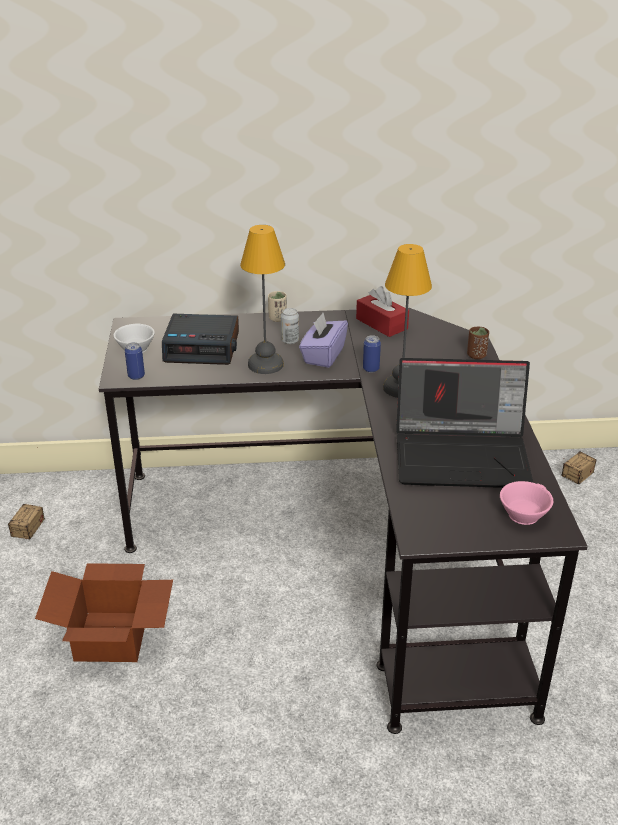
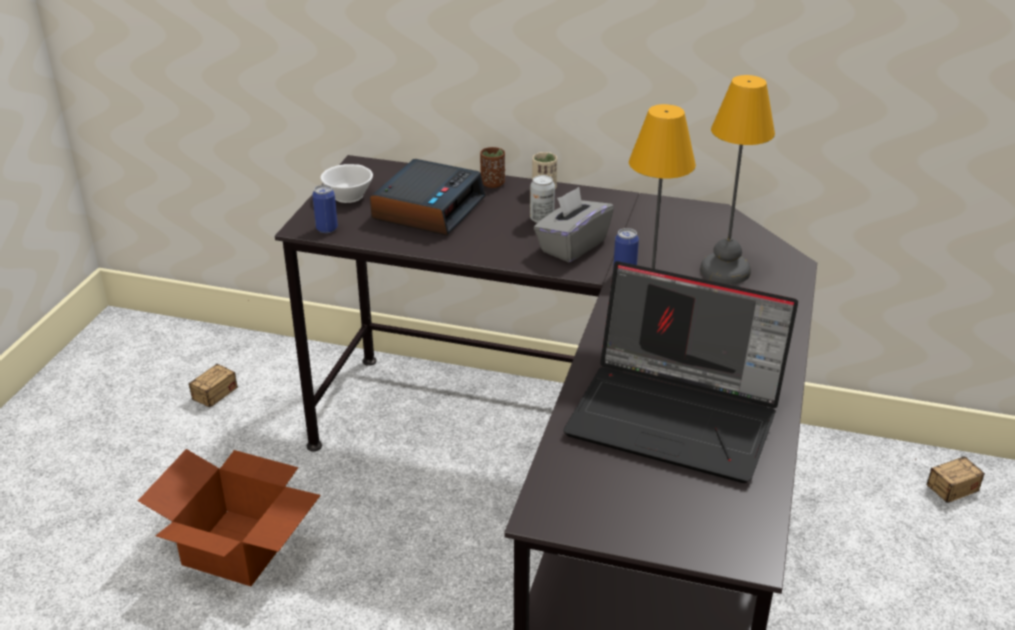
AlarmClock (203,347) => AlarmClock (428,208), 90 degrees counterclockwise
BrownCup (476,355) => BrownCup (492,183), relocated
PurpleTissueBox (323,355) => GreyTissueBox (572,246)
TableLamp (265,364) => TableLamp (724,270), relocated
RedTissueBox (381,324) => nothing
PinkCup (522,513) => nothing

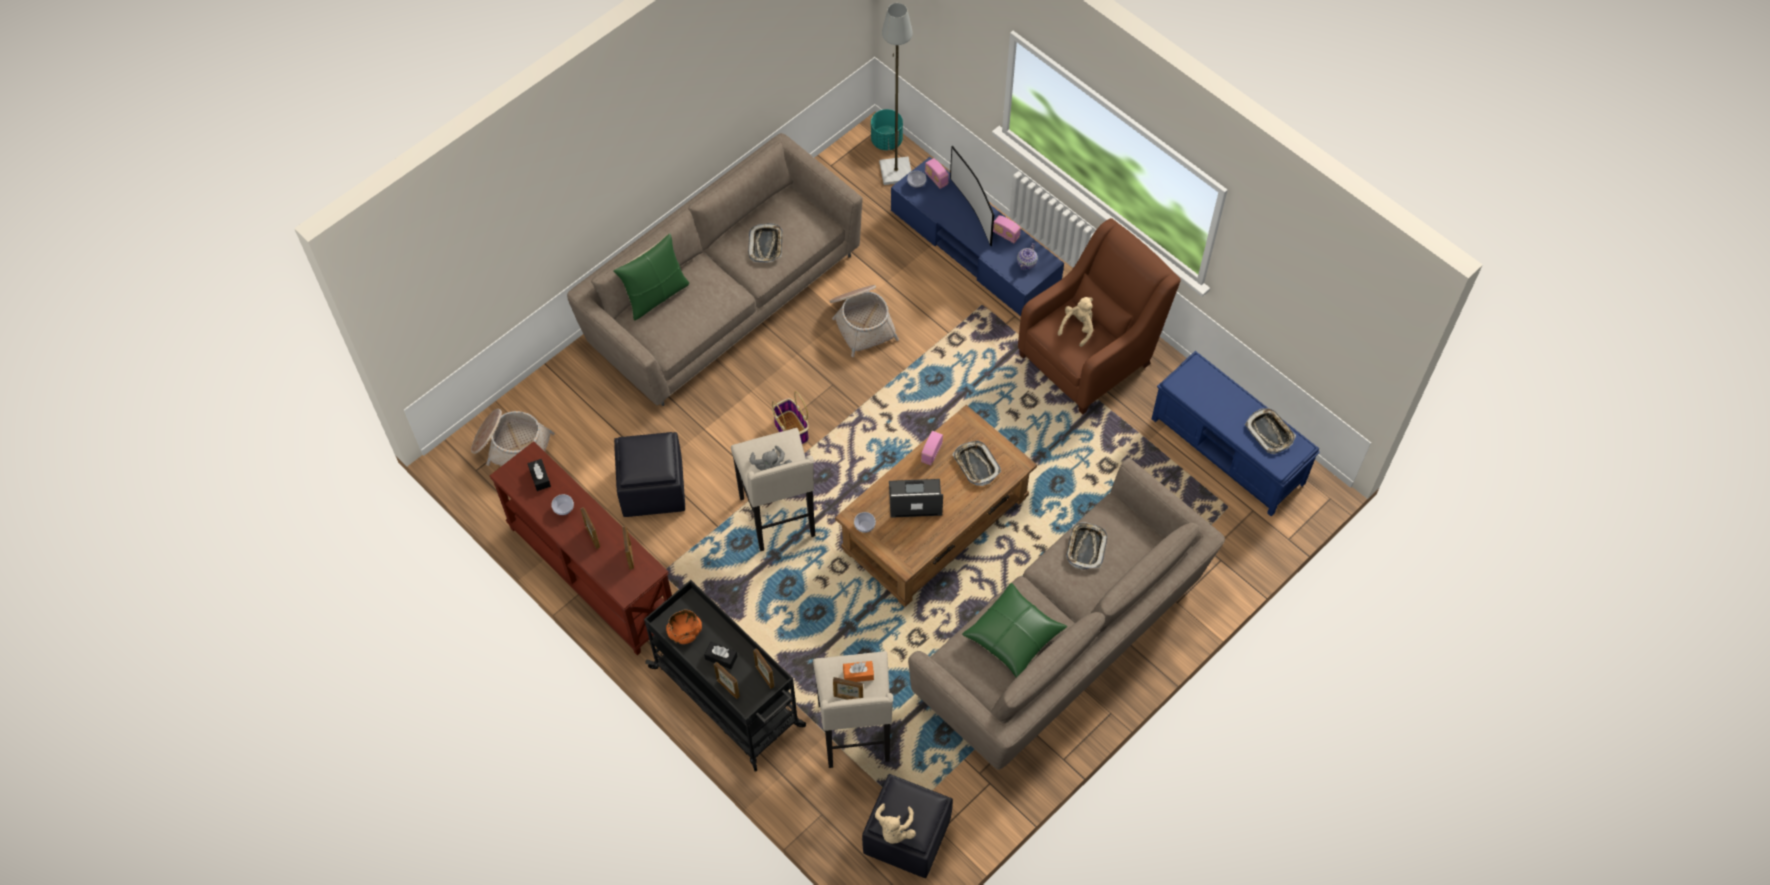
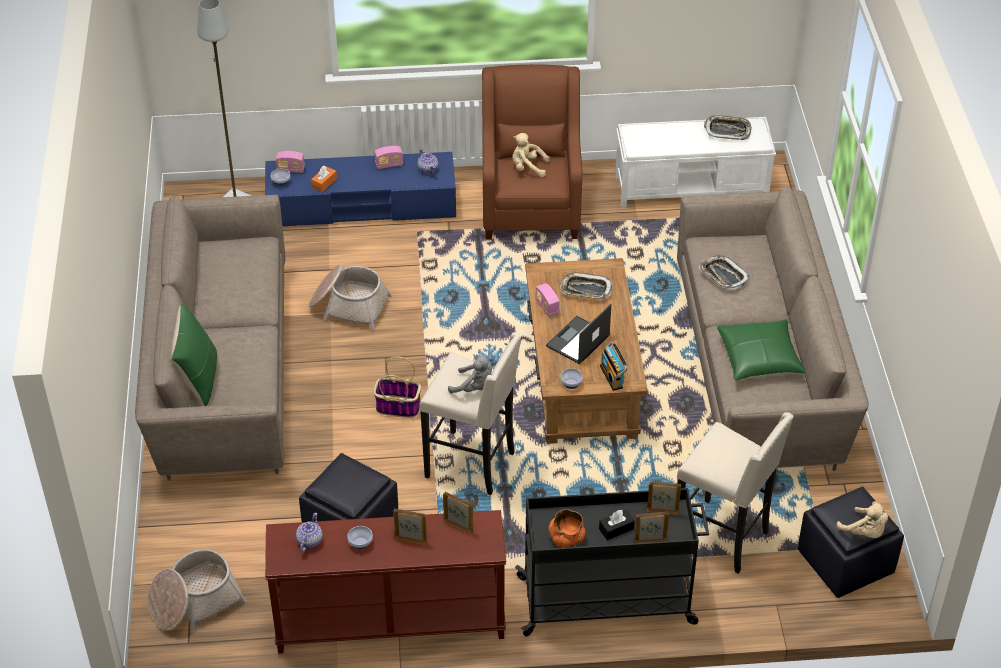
BlackTissueBox (540,477) => Teapot (309,541)
OrangeTissueBox (858,674) => OrangeTissueBox (324,183), relocated
BeigePlushToy (1078,327) => BeigePlushToy (527,167), 60 degrees counterclockwise
nothing => Radio (613,376)
BlueBench (1228,451) => WhiteBench (692,187)
Tray (766,245) => nothing
PictureFrame (848,697) => nothing
TurquoisePlanter (887,141) => nothing
Television (974,210) => nothing

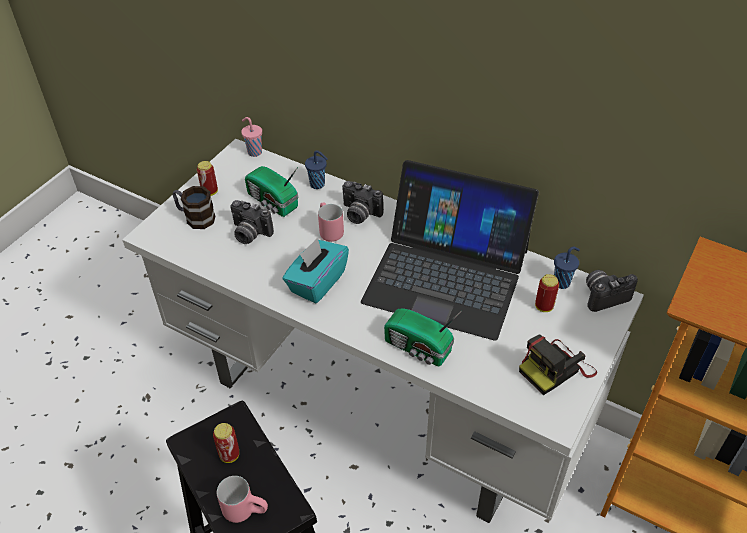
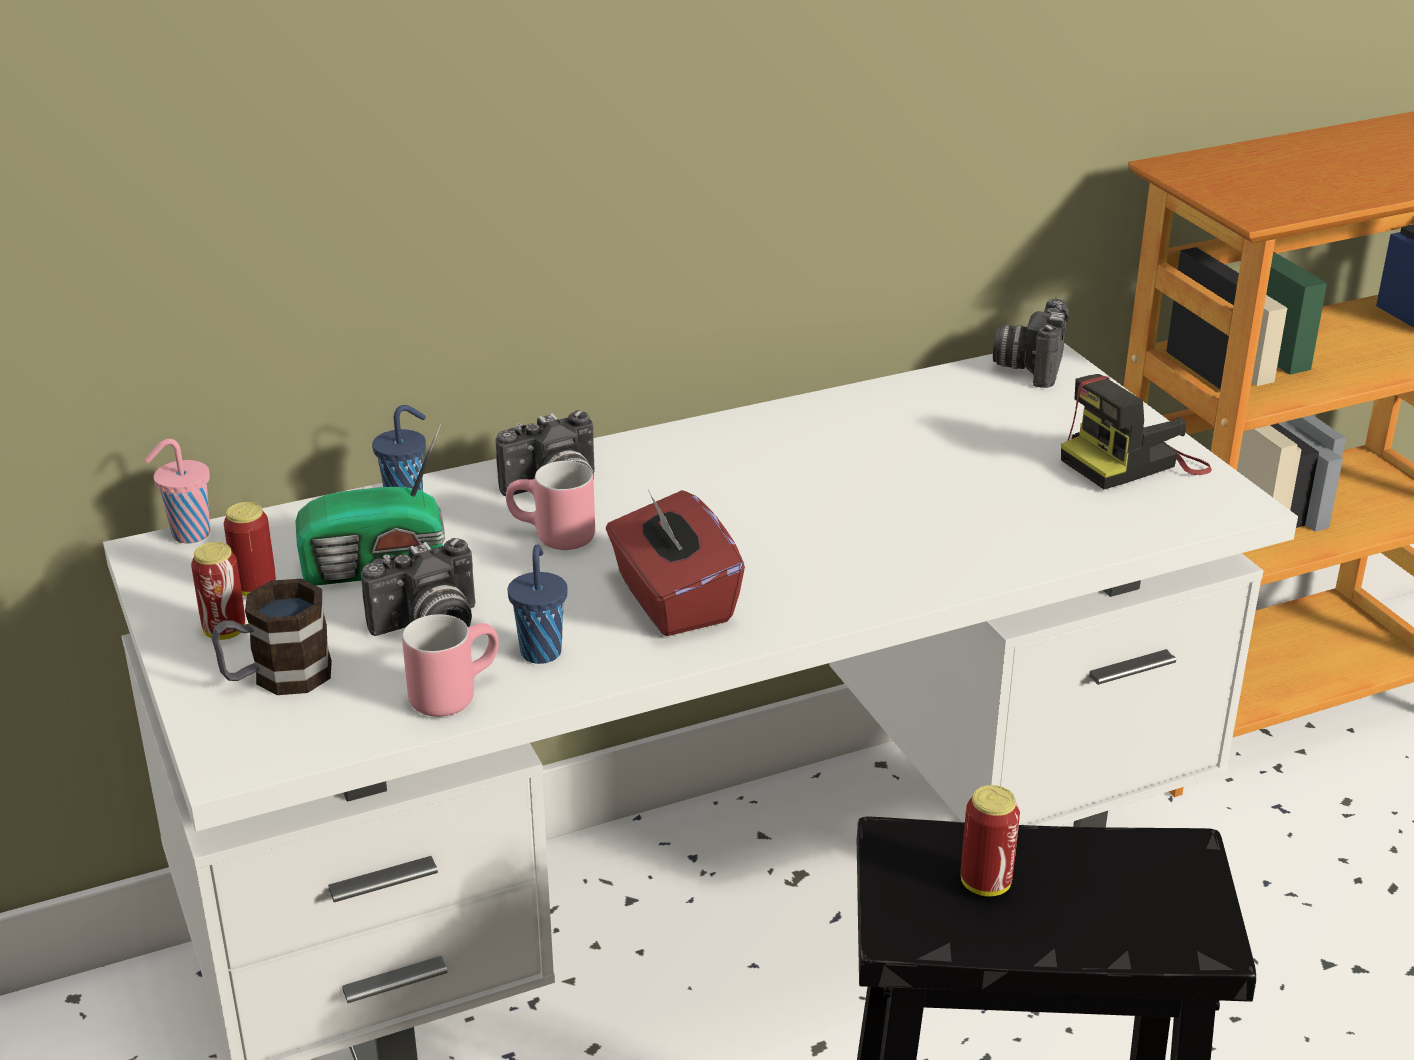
Can (544,307) => Can (255,589), relocated
PinkMug (246,509) => PinkMug (452,692), relocated
BlueCup (562,282) => BlueCup (541,651), relocated
TurquoiseTissueBox (317,282) => RedTissueBox (673,601)
PhotoCamera (556,368) => PhotoCamera (1133,462), 60 degrees clockwise
Laptop (446,275) => nothing
Radio (419,348) => nothing

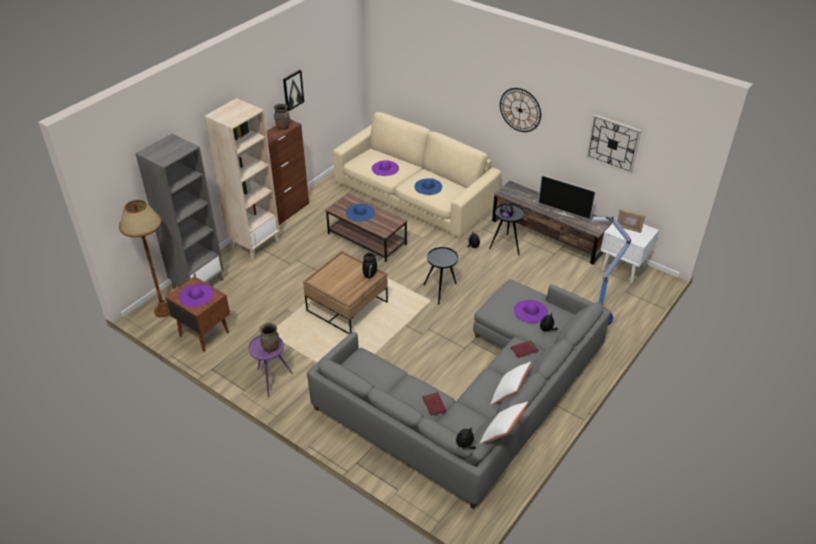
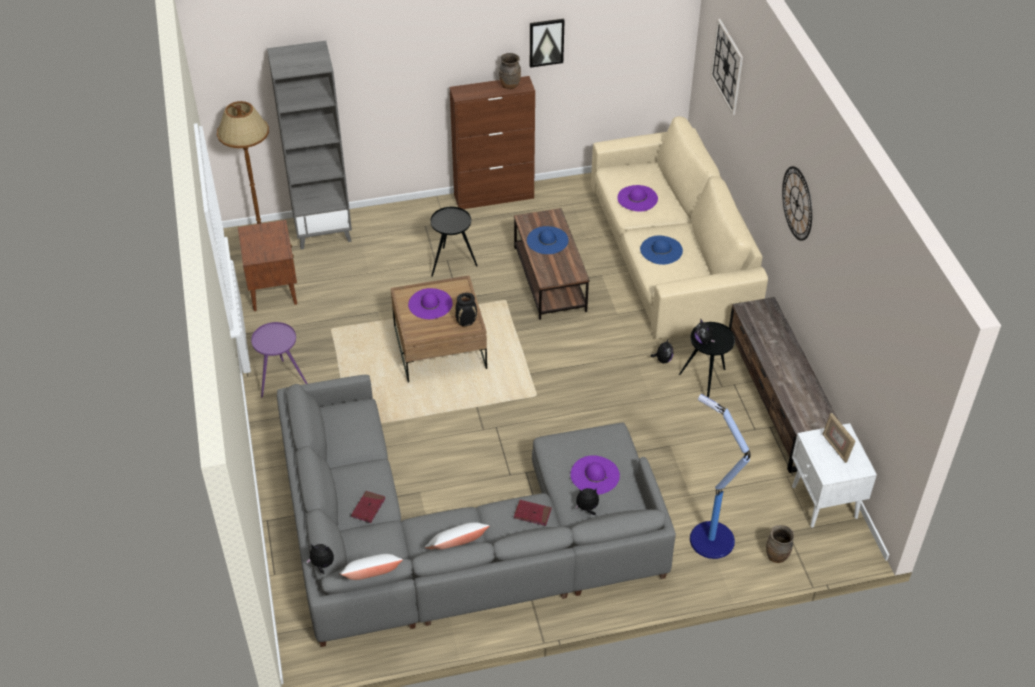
PurpleHat (196,295) => PurpleHat (430,304), relocated
BlackSideTable (441,291) => BlackSideTable (452,264), relocated
WallClock (613,143) => WallClock (727,66), relocated
BrownVase (271,348) => BrownVase (777,556), relocated
BeigeBookcase (255,243) => nothing
Television (564,213) => nothing

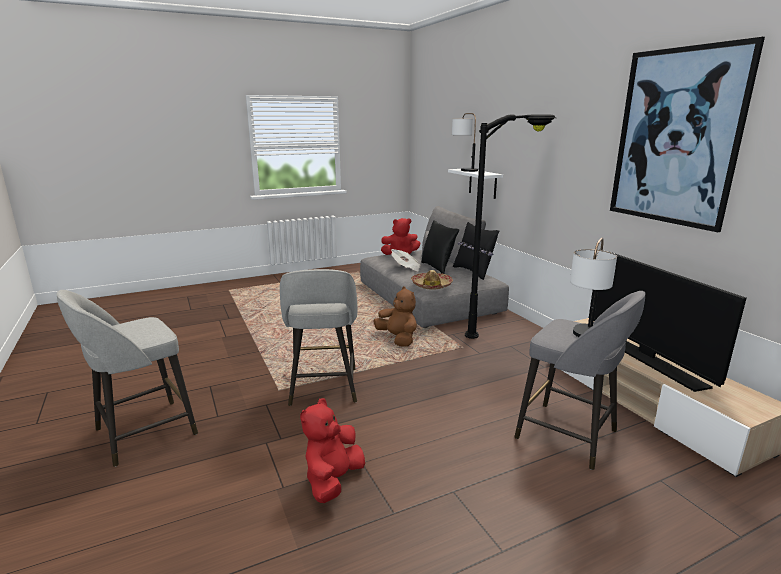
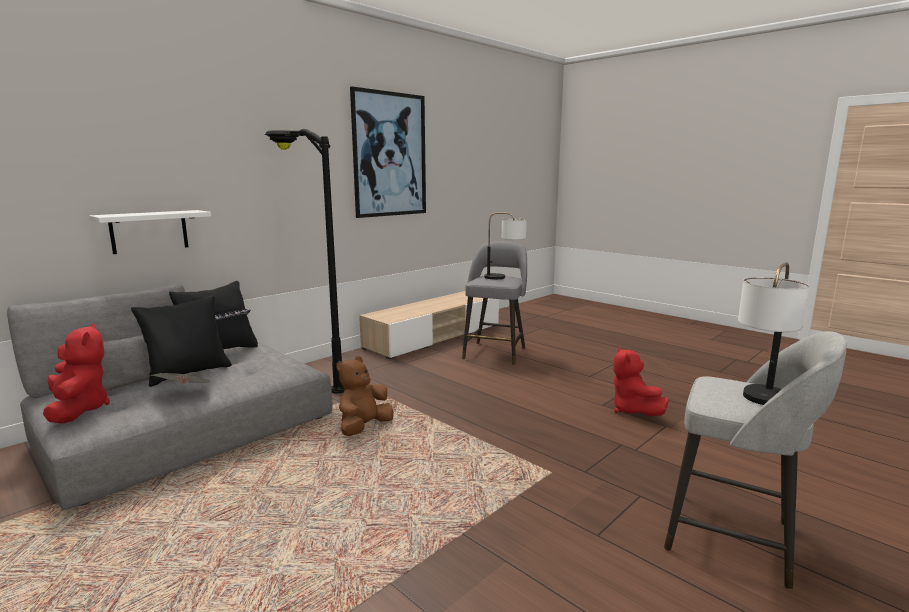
RedPlushToy (333,480) => RedPlushToy (633,410), 75 degrees clockwise
TableLamp (464,169) => TableLamp (759,404), relocated
GreyStool (323,388) => nothing
Hat (431,285) => nothing
Television (647,359) => nothing

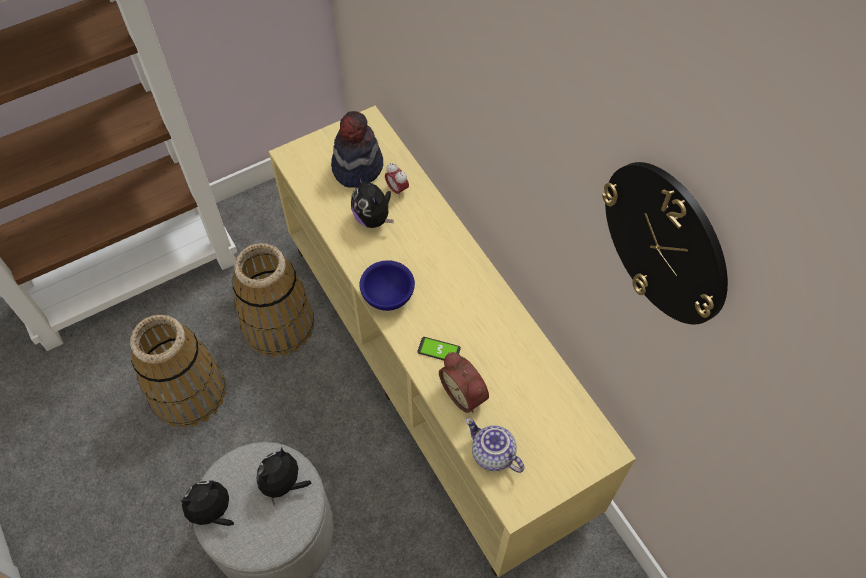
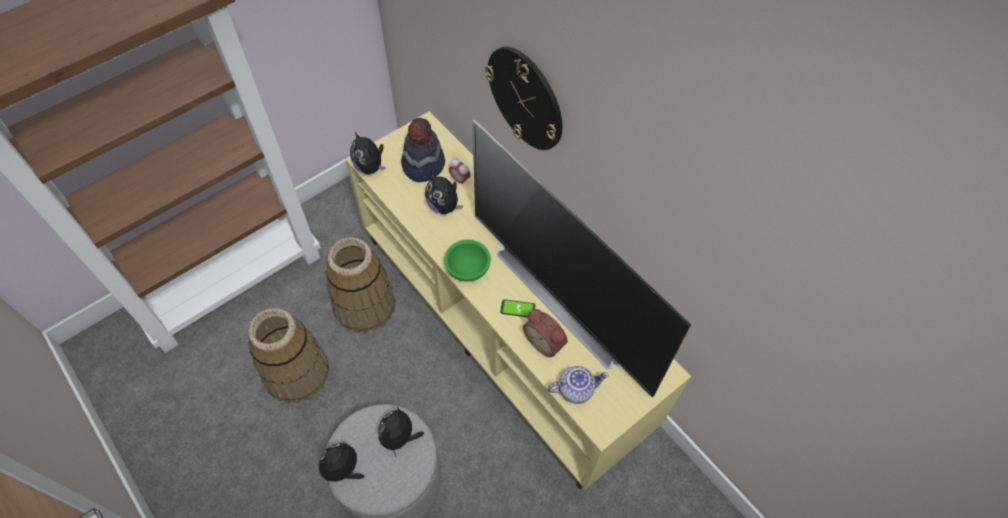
nothing => PlushToy (370,167)
BlueBowl (388,296) => GreenBowl (468,269)
nothing => Television (566,297)
WallClock (665,242) => WallClock (525,98), relocated
Teapot (492,454) => Teapot (575,389), 135 degrees clockwise

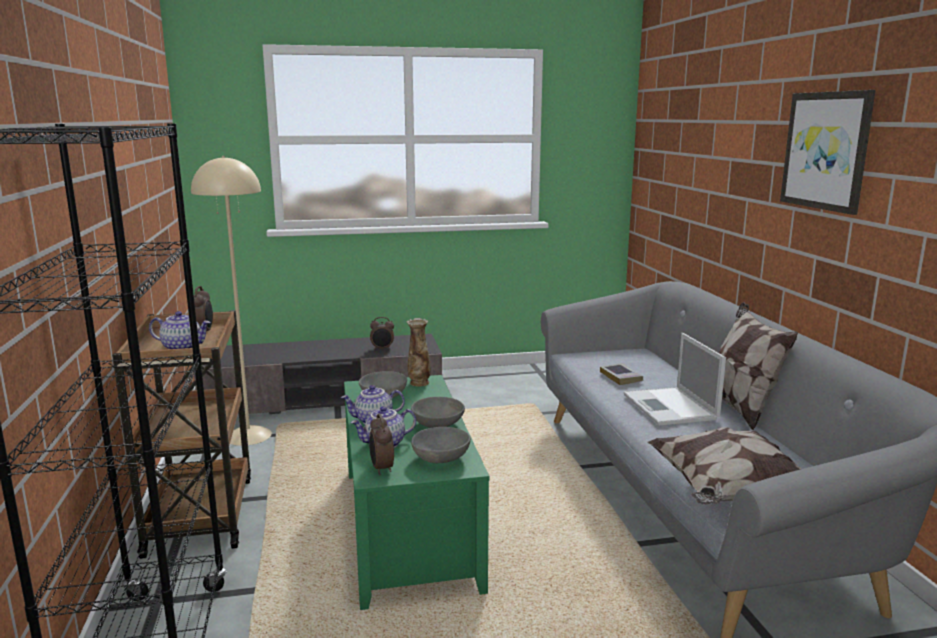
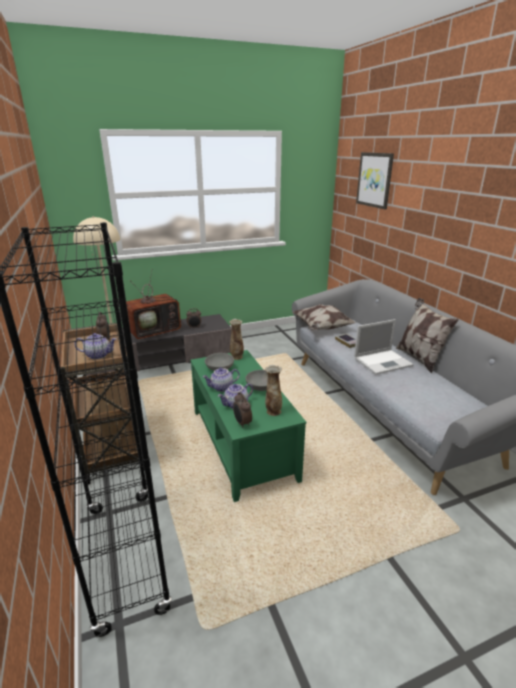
nothing => Television (155,331)
GreyBowl (440,457) => Vase (273,411)
Pillow (728,493) => Pillow (322,328), relocated
Laptop (671,407) => Laptop (383,361), 90 degrees counterclockwise
Picture (826,150) => Picture (375,180), relocated

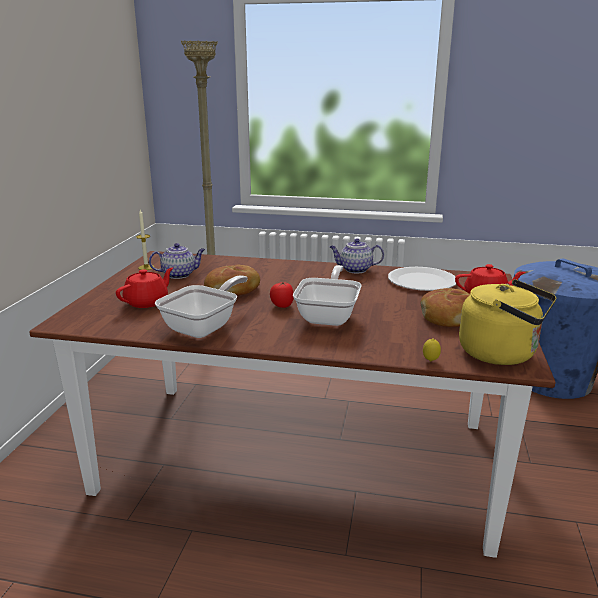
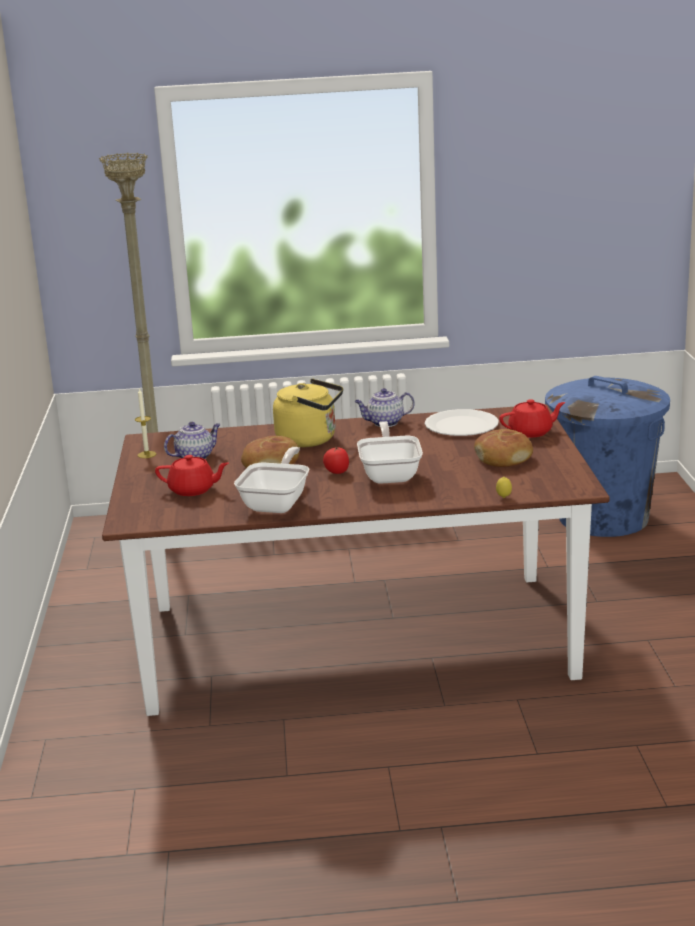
RedTeapot (147,302) => RedTeapot (193,490), 75 degrees clockwise
YellowKettle (502,354) => YellowKettle (310,440), relocated

